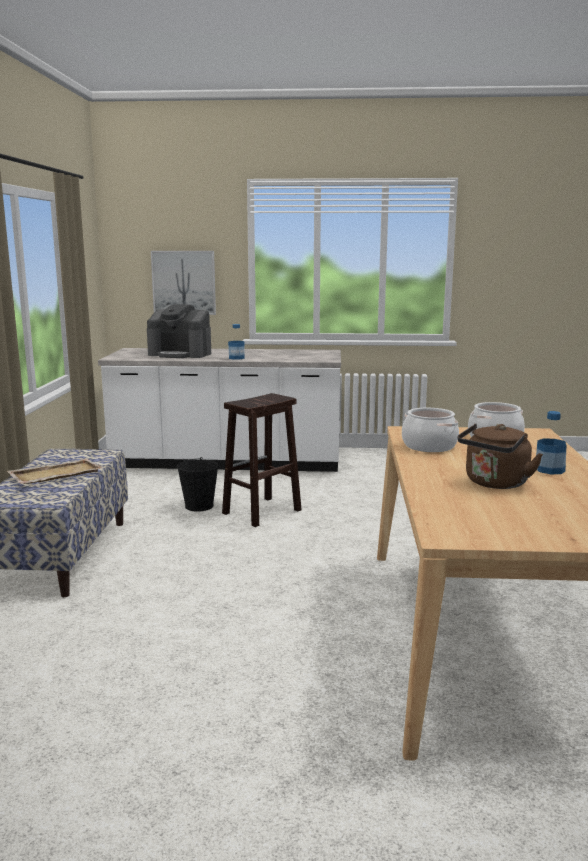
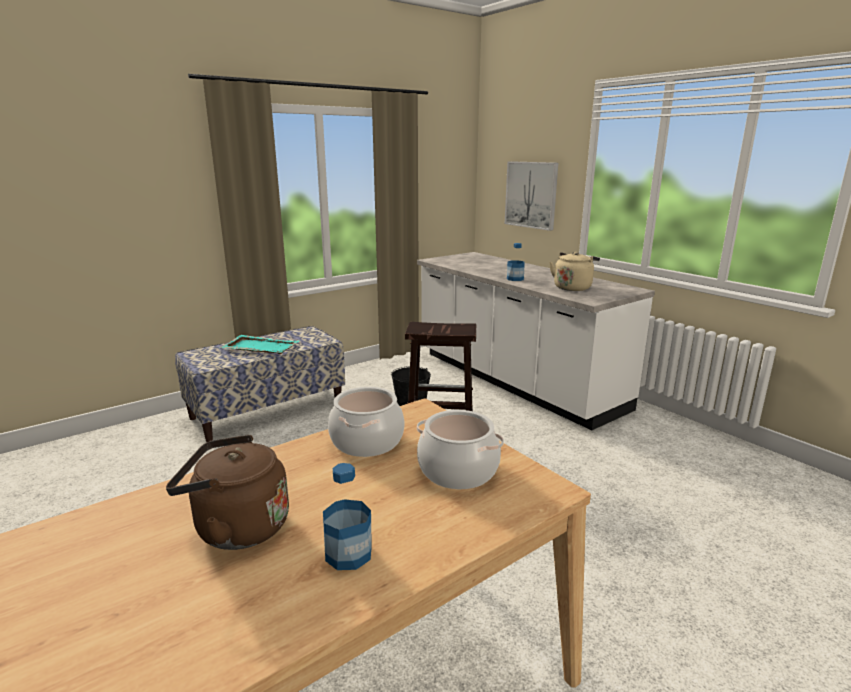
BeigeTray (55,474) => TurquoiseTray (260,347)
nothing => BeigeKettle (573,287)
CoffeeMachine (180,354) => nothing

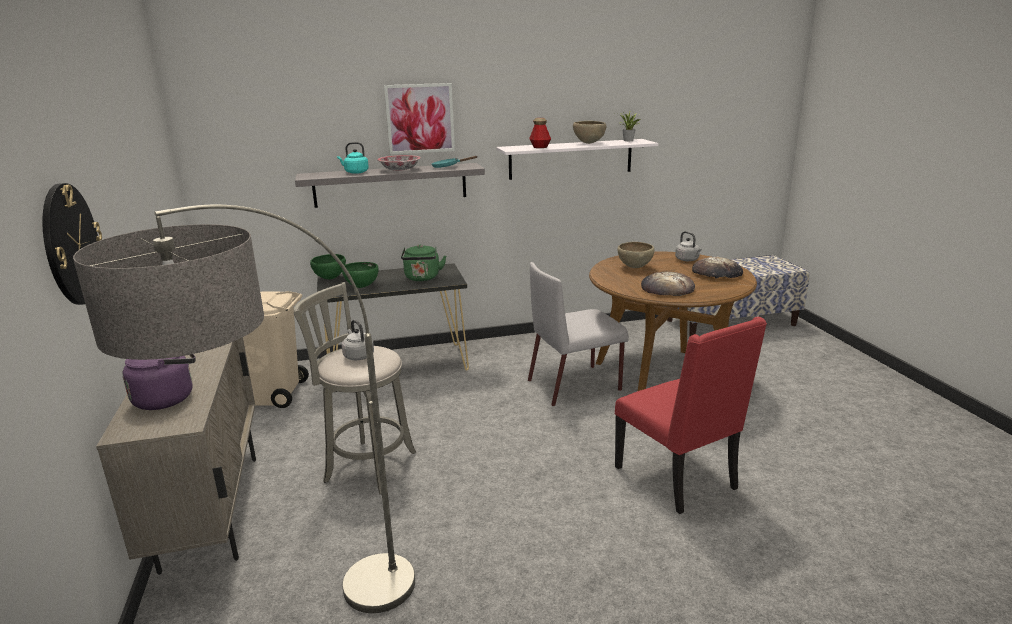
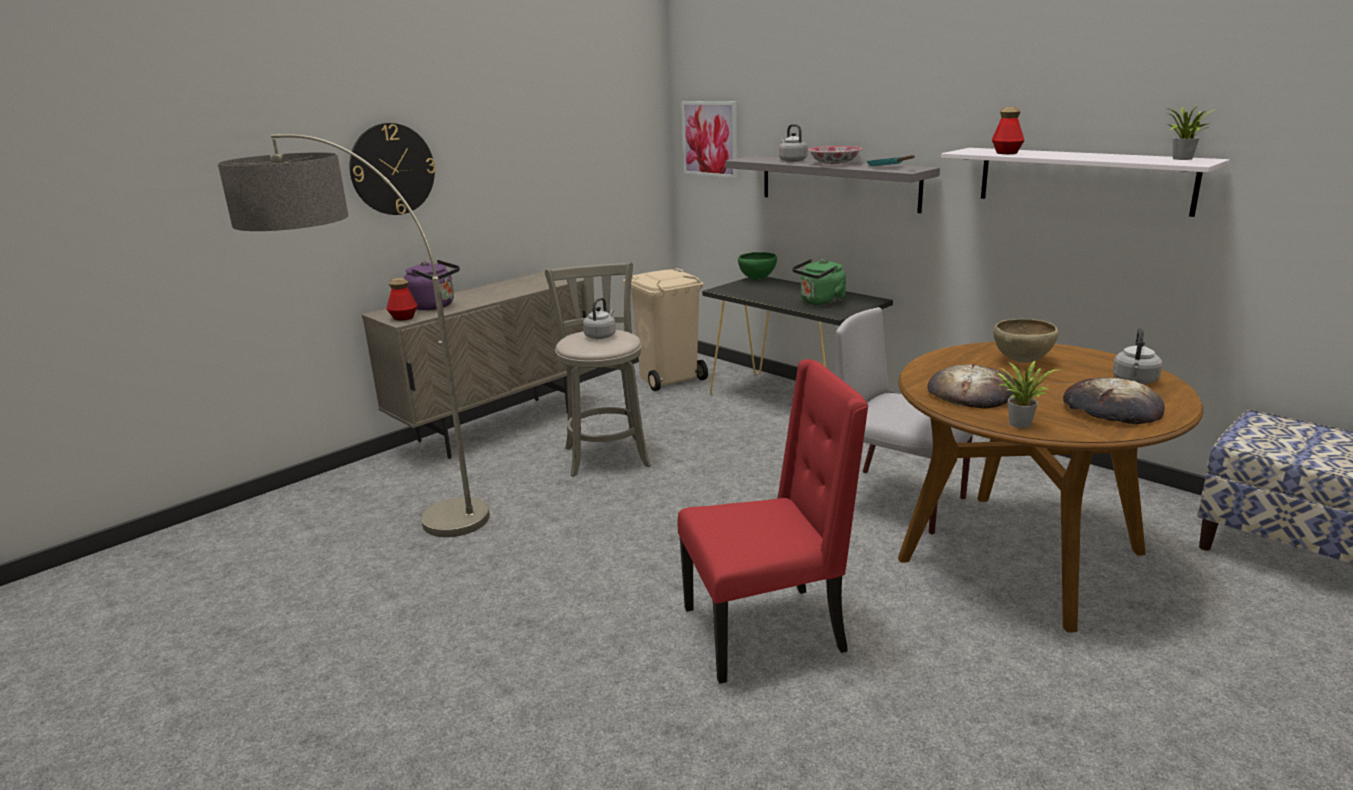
nothing => Bottle (403,318)
RedChair (678,479) => RedChair (767,630), 135 degrees counterclockwise
Picture (420,118) => Picture (710,139), relocated
TurquoiseKettle (355,172) => GreyKettle (792,160)
nothing => PottedPlant (1019,422)
GreenBowl (362,287) => nothing
BrownBowl (588,143) => nothing

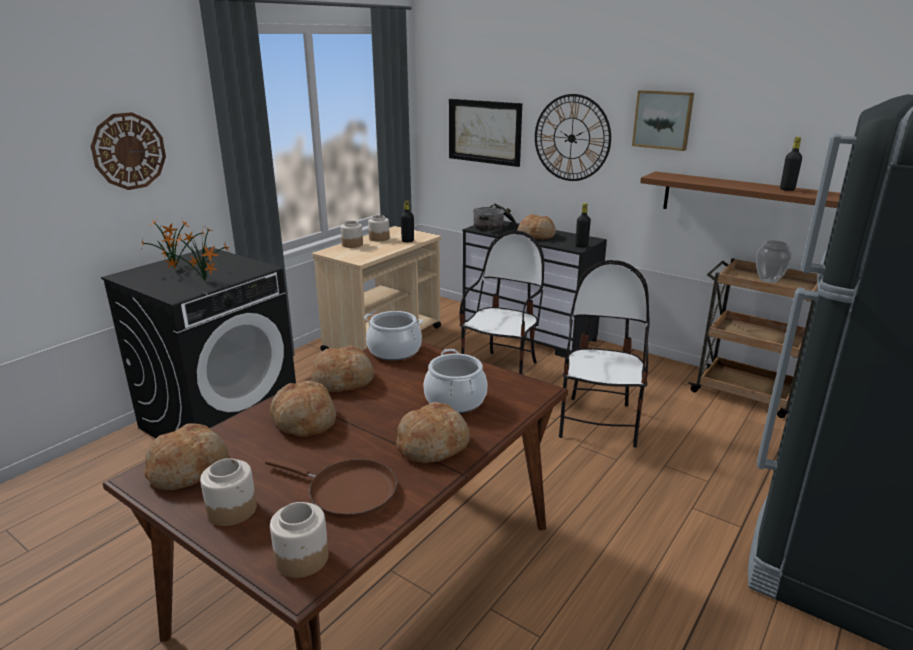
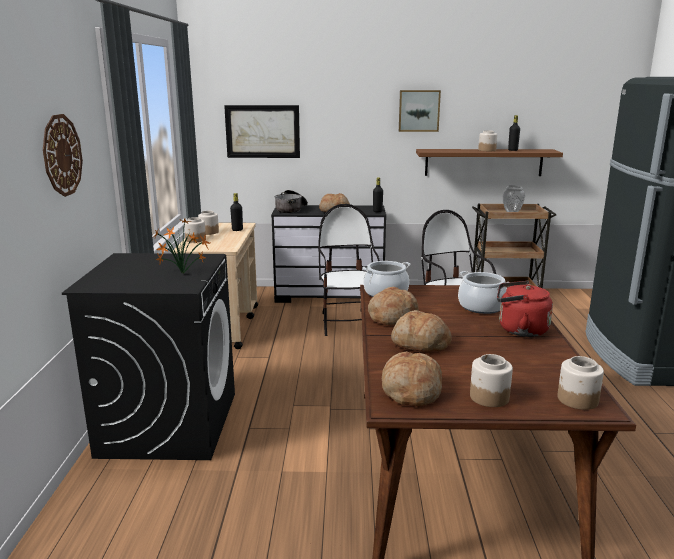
nothing => Jar (487,150)
Bread (433,445) => RedKettle (519,330)
PottedPlant (175,268) => nothing
BrownFryingPan (347,491) => nothing
WallClock (571,138) => nothing

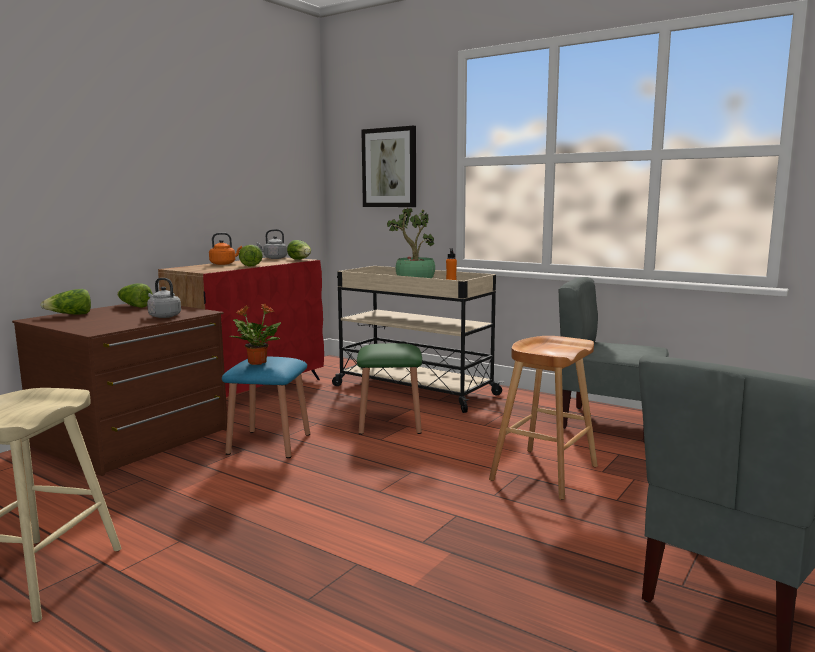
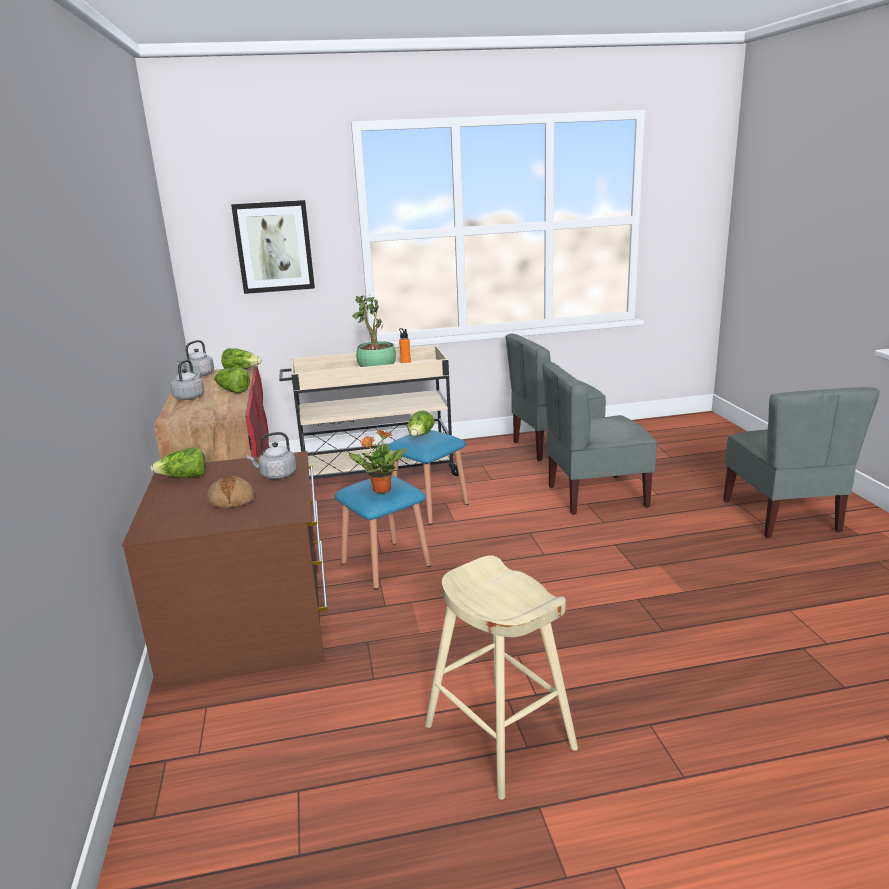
OrangeKettle (224,264) => GreyKettle (190,397)
nothing => Bread (231,500)
GreenStool (390,423) => BlueStool (429,506)
Lettuce (70,315) => Lettuce (420,436), relocated
BrownStool (544,473) => GreyChair (595,496)

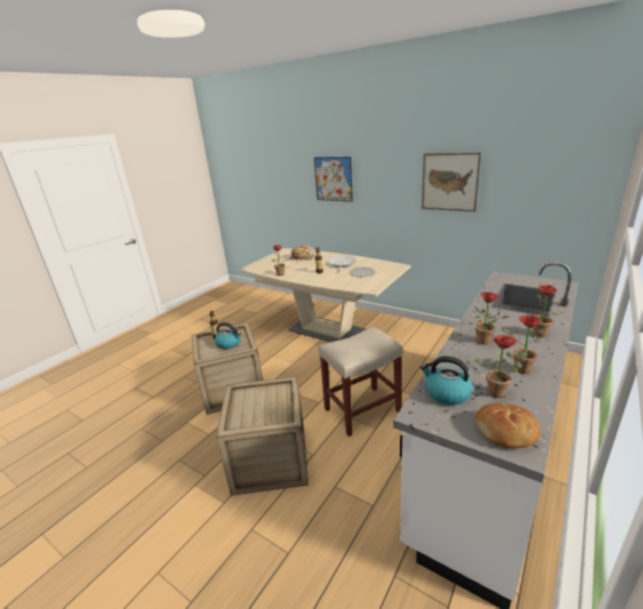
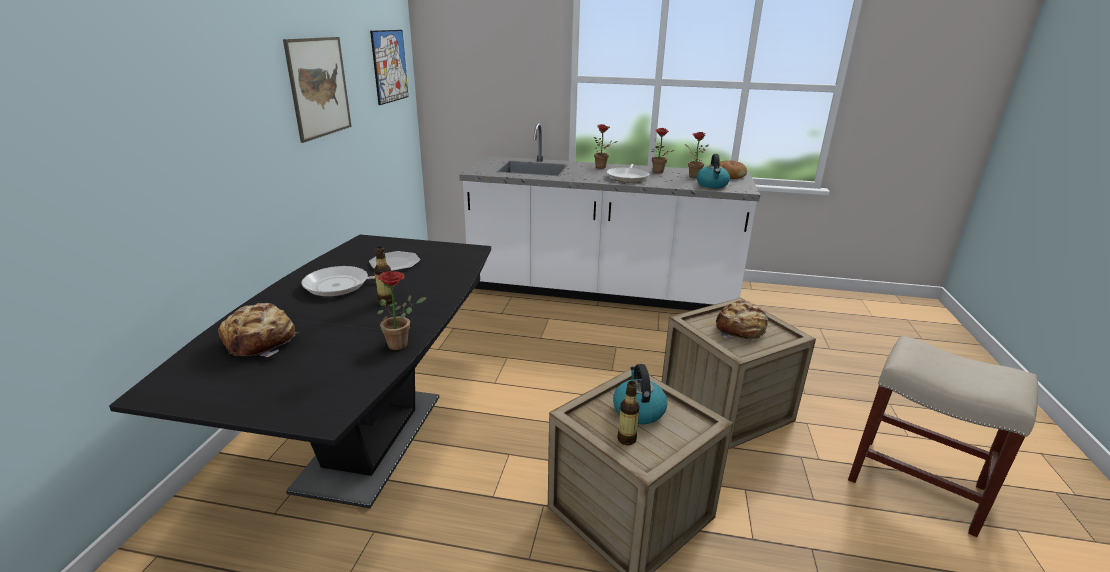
BeigeDiningTable (327,330) => BlackDiningTable (372,440)
Picture (333,179) => Picture (390,66), relocated
PottedPlant (486,341) => FryingPan (628,177)
nothing => Bread (740,330)
BeigeStool (361,411) => BeigeStool (918,483), relocated

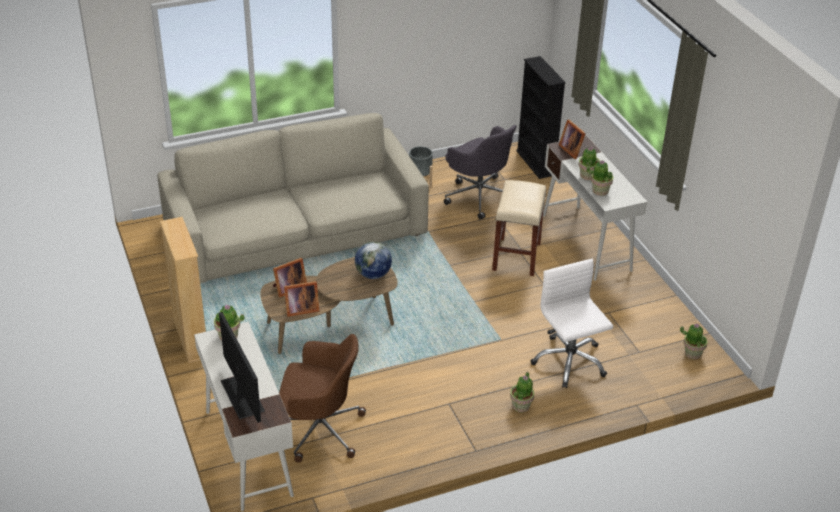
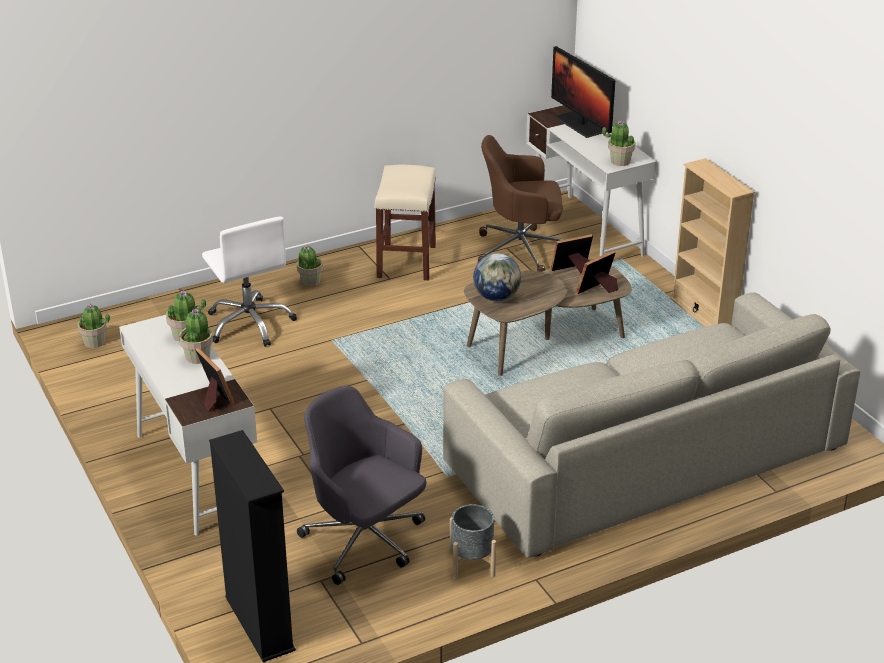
BeigeStool (516,256) => BeigeStool (407,262), relocated

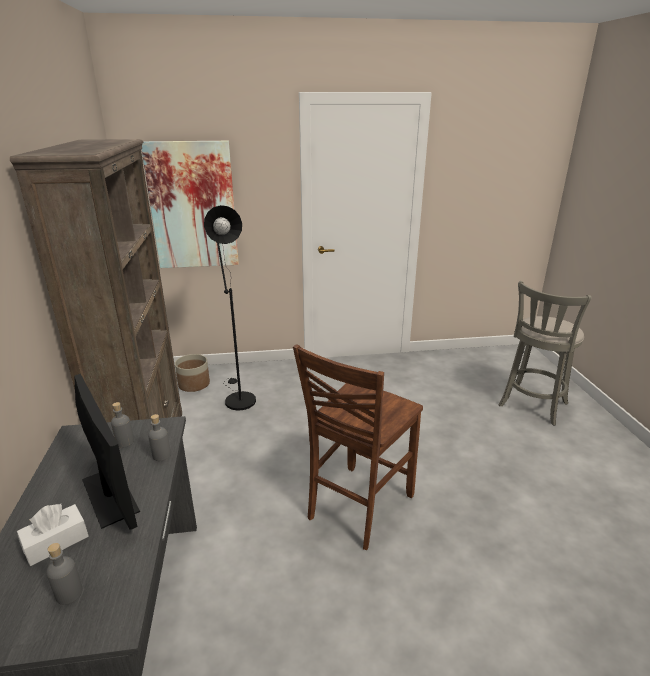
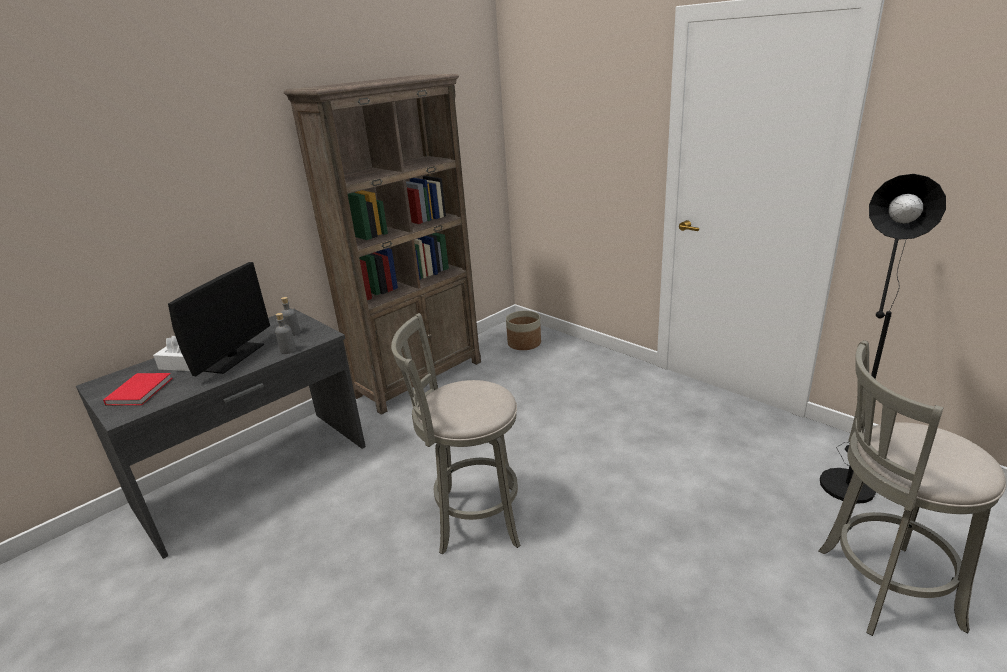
GreyBottle (69,593) => RedBook (141,390)
BrownChair (357,507) => GreyStool (473,518)
BlackFloorLamp (238,398) => BlackFloorLamp (845,479), relocated
Picture (193,206) => nothing

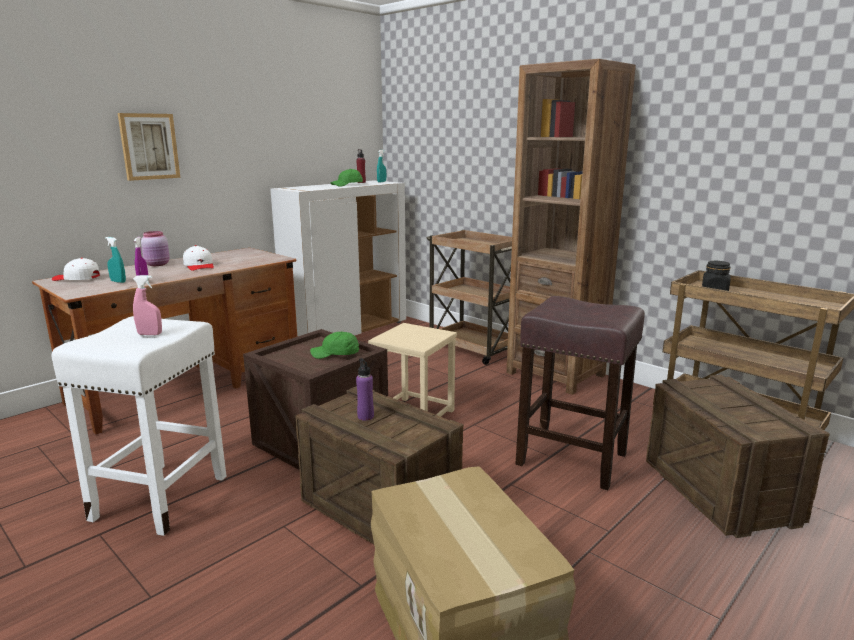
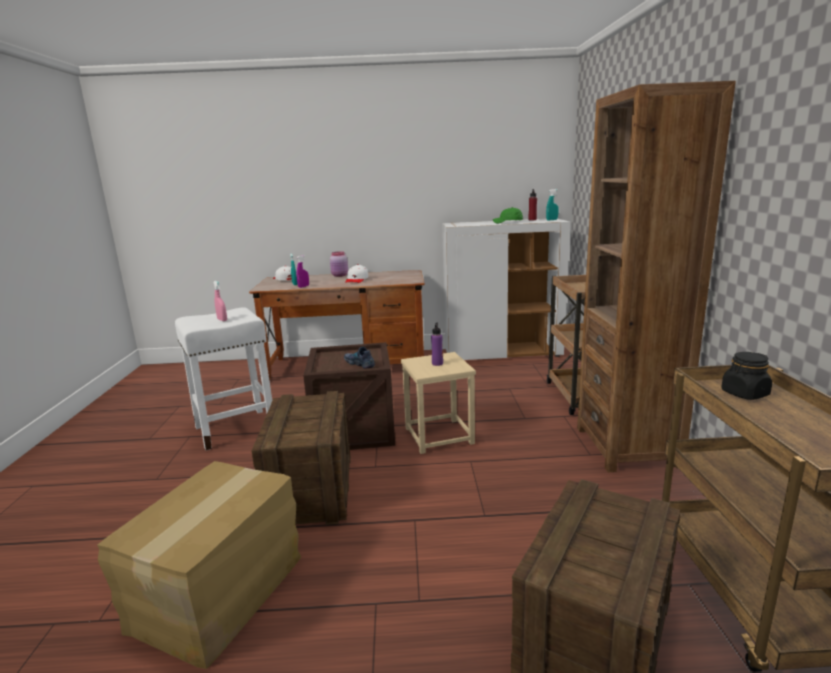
GreenCap (335,354) => Shoe (359,363)
PurpleBottle (365,416) => PurpleBottle (437,363), relocated
Picture (149,146) => nothing
BrownStool (573,459) => nothing

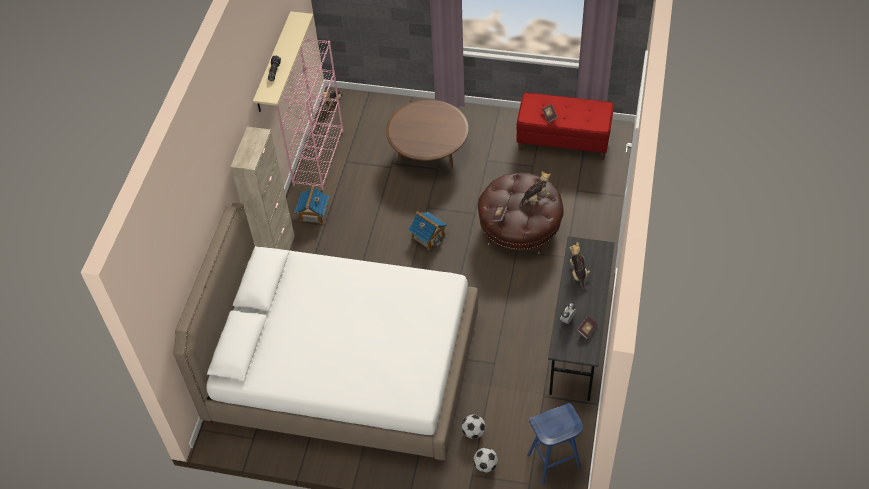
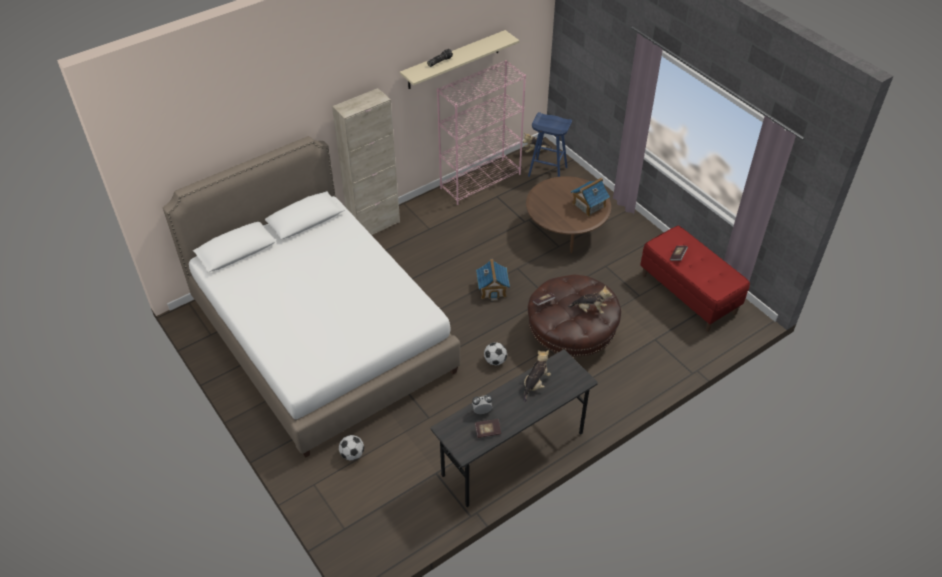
Football (485,465) => Football (495,361), relocated
BlueStool (553,462) => BlueStool (547,172), relocated
ToyHouse (313,214) => ToyHouse (588,205), relocated

